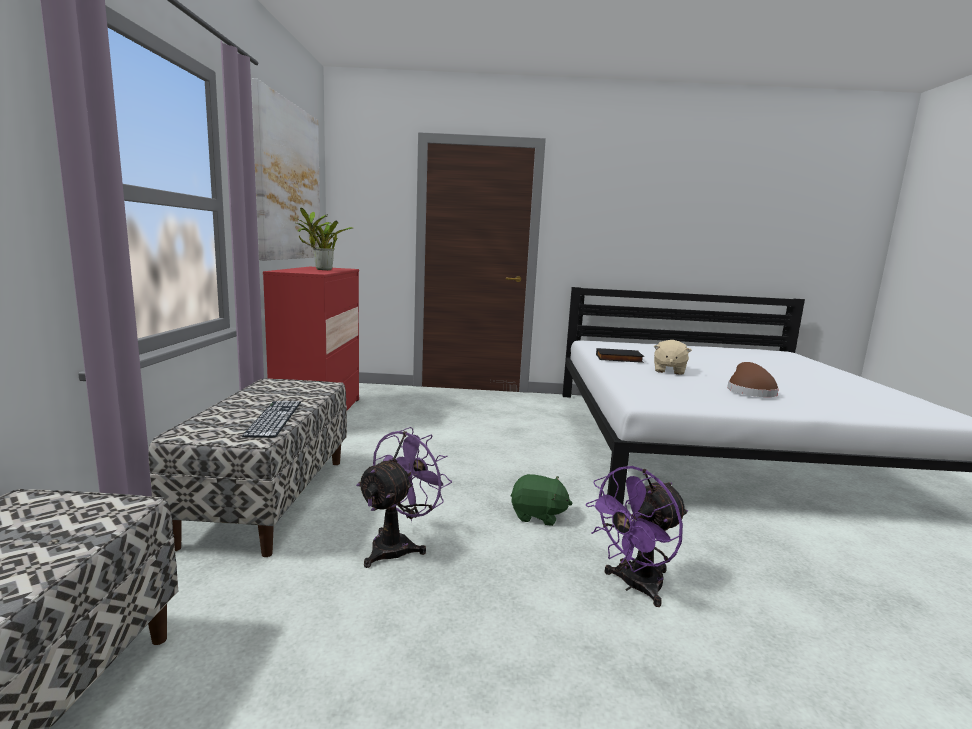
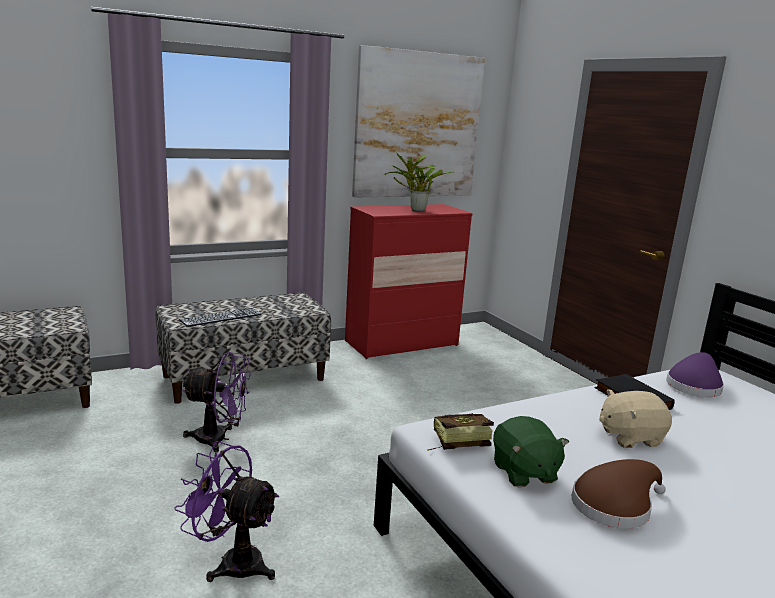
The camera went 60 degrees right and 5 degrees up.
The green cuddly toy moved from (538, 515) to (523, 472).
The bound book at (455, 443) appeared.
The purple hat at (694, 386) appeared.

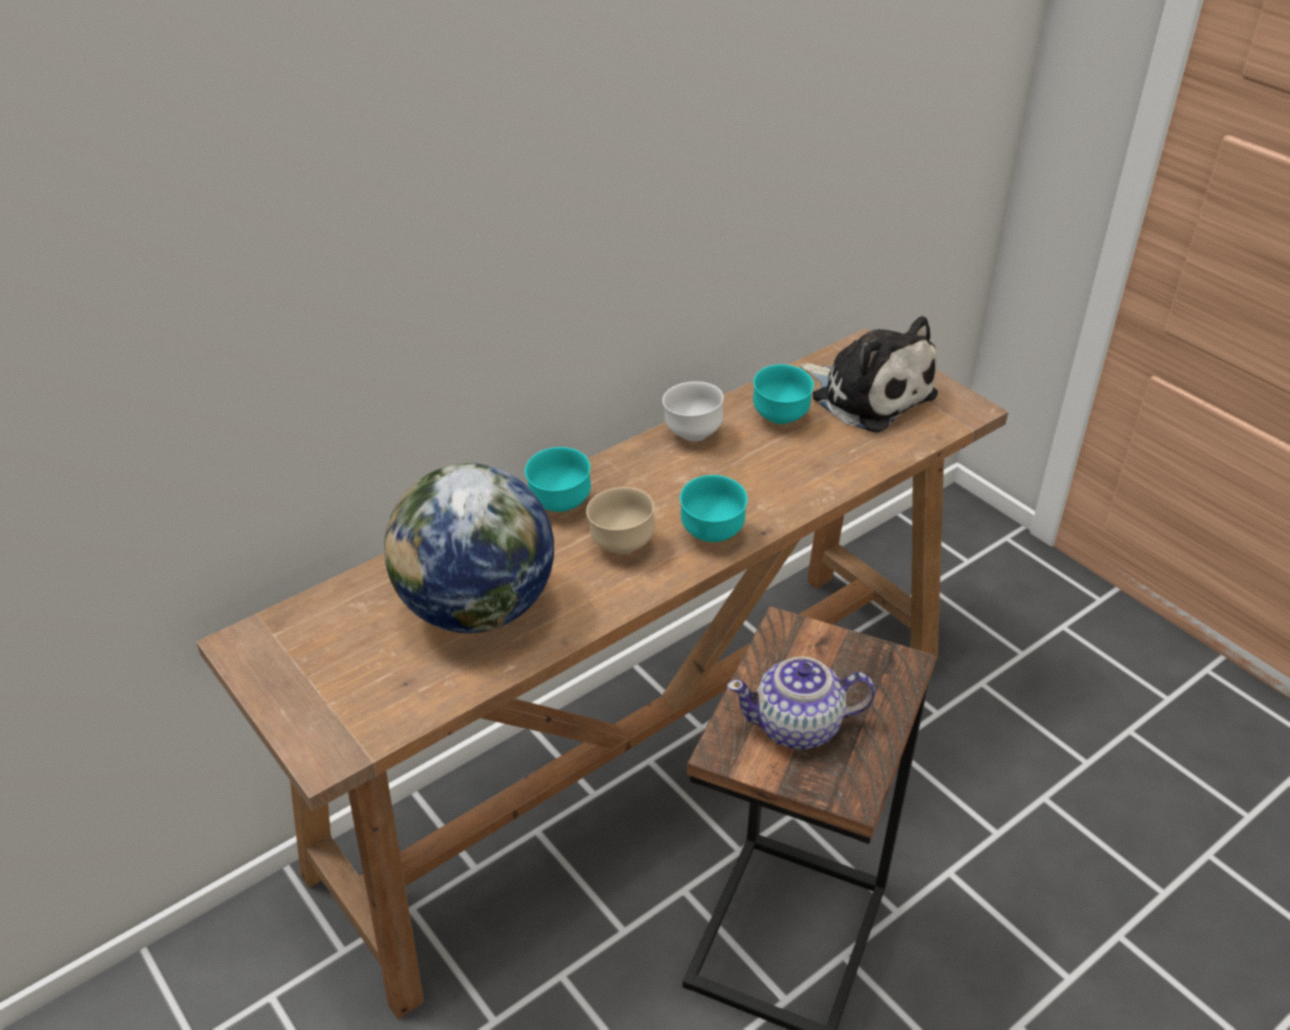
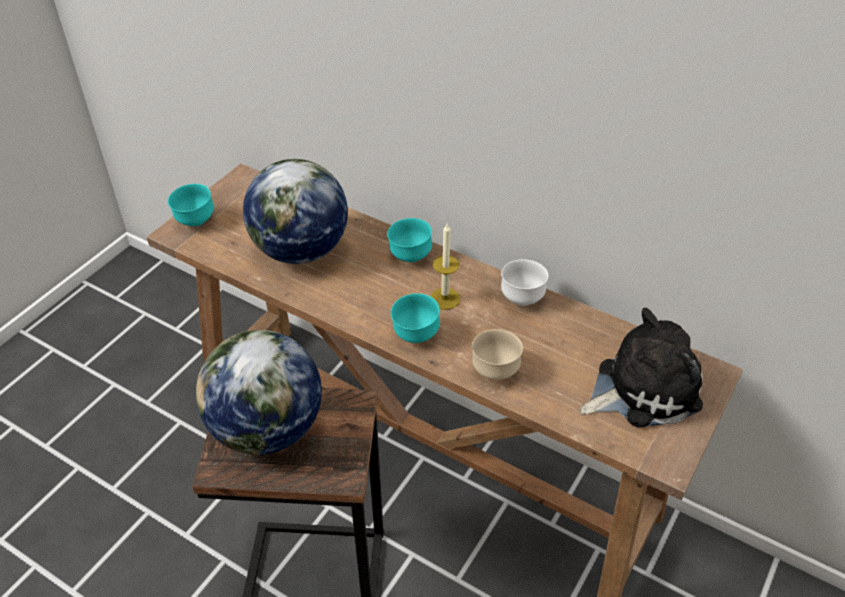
The camera went 70 degrees right and 5 degrees up.
The beige-coloured serving bowl moved from (621, 546) to (495, 371).
The tea pot at (798, 727) was replaced by the world globe at (266, 429).
The turquoise-coloured serving bowl moved from (780, 419) to (195, 222).
The cuddly toy at (868, 394) turned 135 degrees counterclockwise.
The wax candle at (445, 298) appeared.

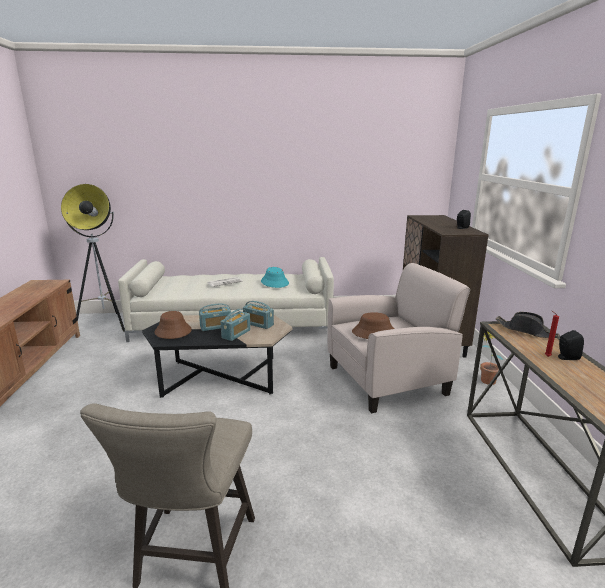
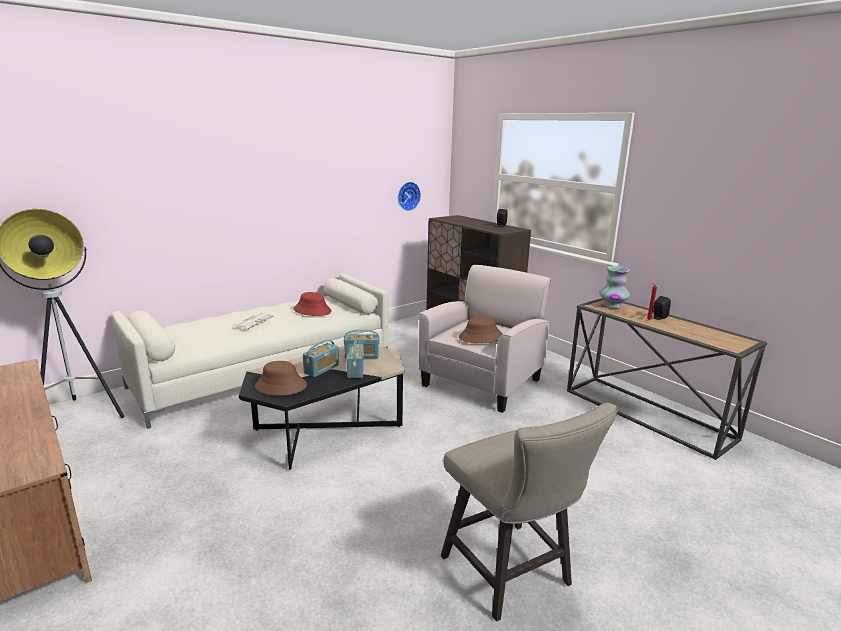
The camera went 35 degrees left and 0 degrees up.
The turquoise-coloured hat at (275, 282) became the reddish hat at (312, 310).
The houseplant at (485, 382) disappeared.
The black hat at (525, 331) was replaced by the flower vase at (612, 305).
The hanging clock at (407, 196) appeared.

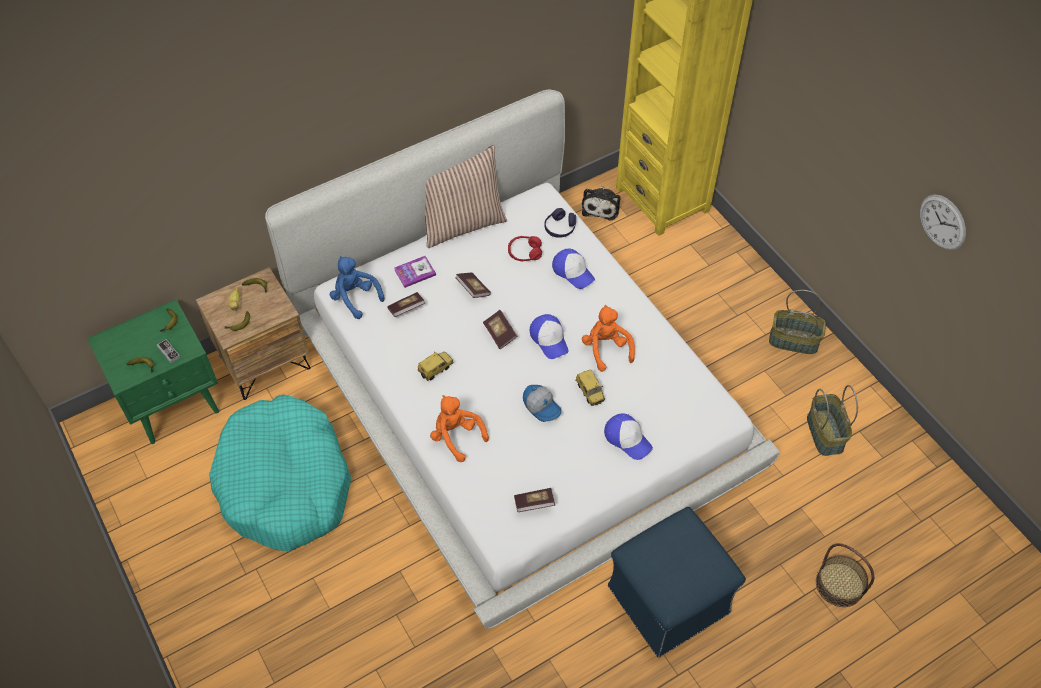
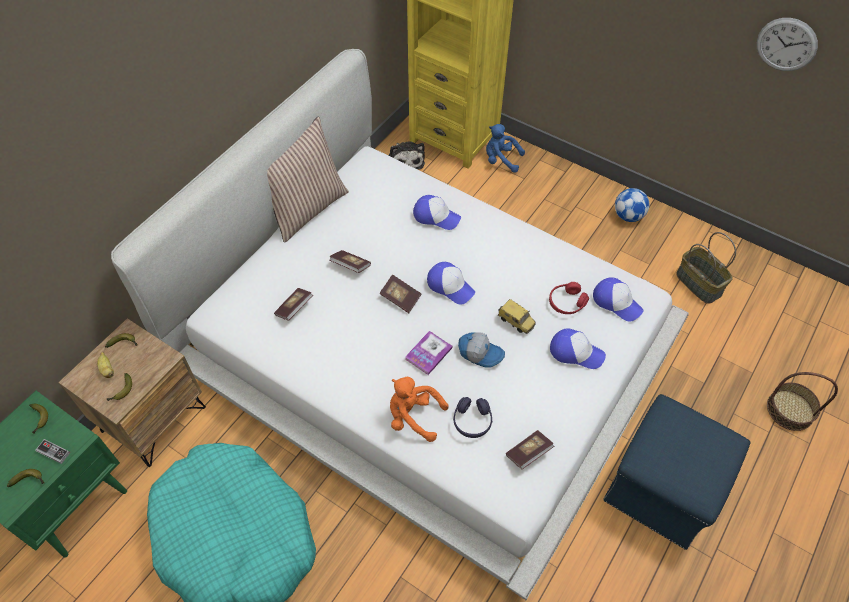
The camera went 25 degrees left and 0 degrees up.
The blue cuddly toy moved from (355, 298) to (501, 160).
The bound book moved from (415, 272) to (428, 353).
The model car at (435, 369) disappeared.
The reddish headphones moved from (524, 252) to (566, 302).
The purple headphones moved from (560, 228) to (472, 421).
The orange-coloured cuddly toy at (606, 349) disappeared.
The storage basket at (794, 340) was replaced by the football at (628, 216).
The baseball cap at (616, 302) appeared.

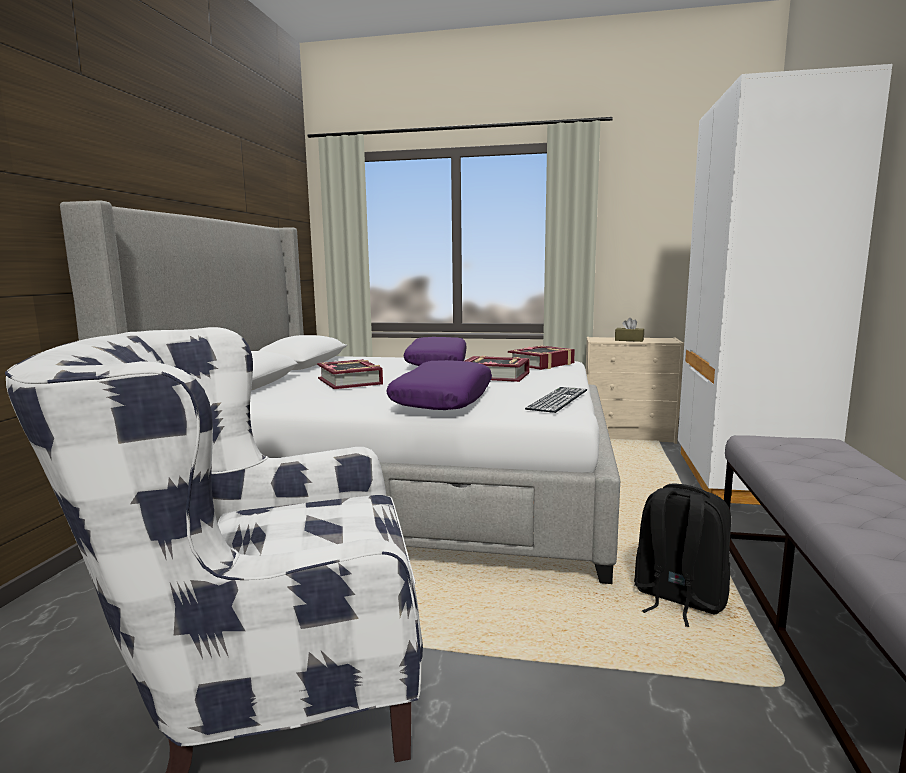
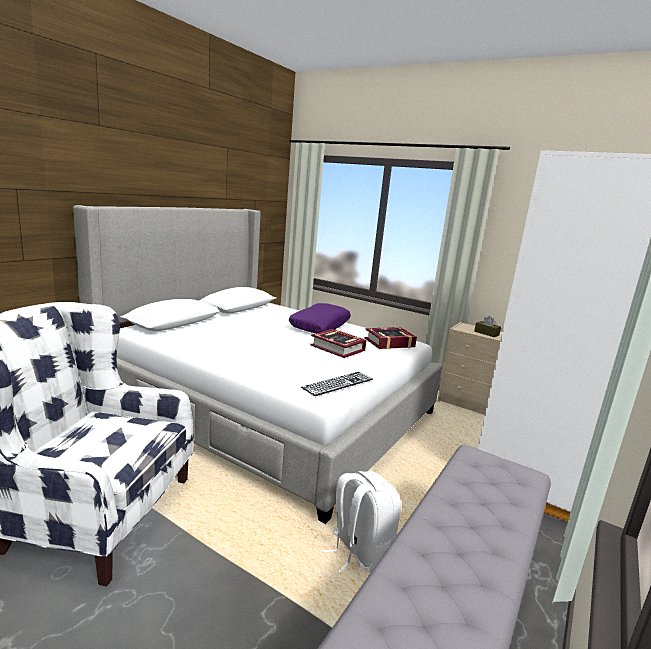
The camera went 20 degrees right and 5 degrees up.
The bound book at (350, 381) disappeared.
The purple throw pillow at (442, 400) disappeared.
The black backpack at (678, 599) became the white-coloured backpack at (358, 551).

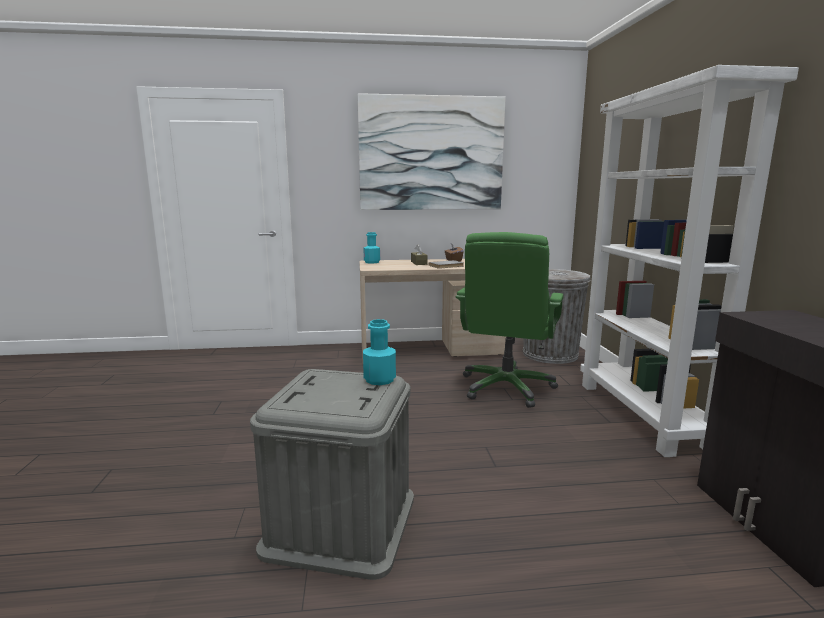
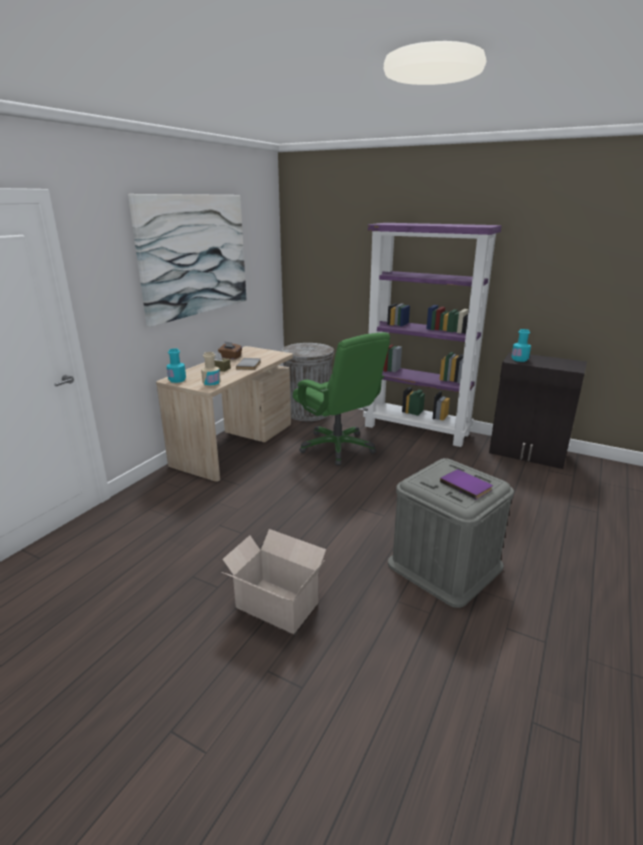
The camera went 55 degrees left and 10 degrees up.
The turquoise-coloured bottle moved from (379, 379) to (519, 359).
The white-coloured shelving unit at (643, 415) became the purple shelving unit at (417, 430).
The beige-coloured bottle at (211, 384) appeared.
The carton at (275, 604) appeared.
The purple bound book at (466, 485) appeared.

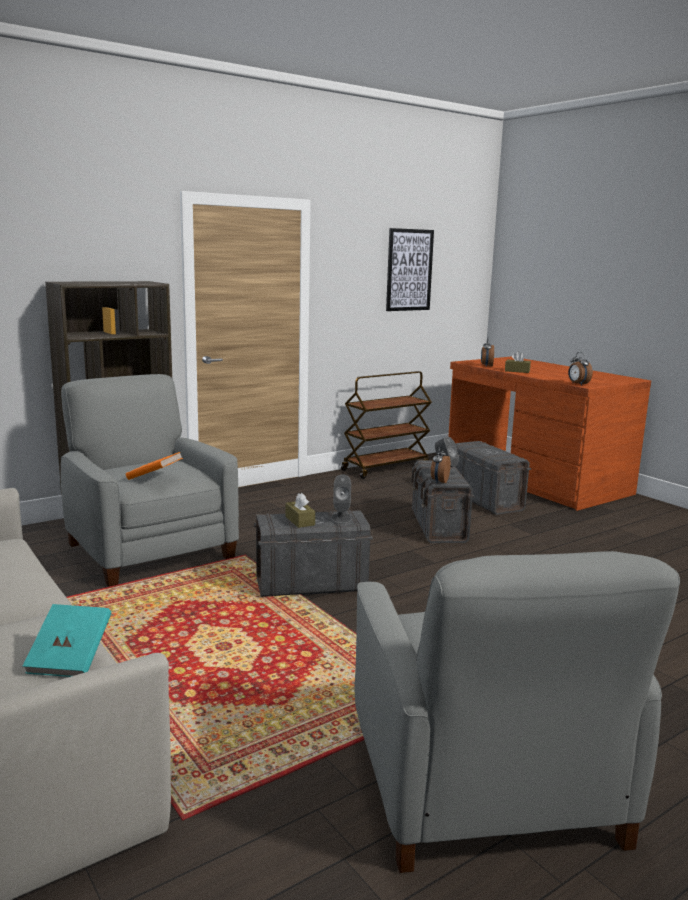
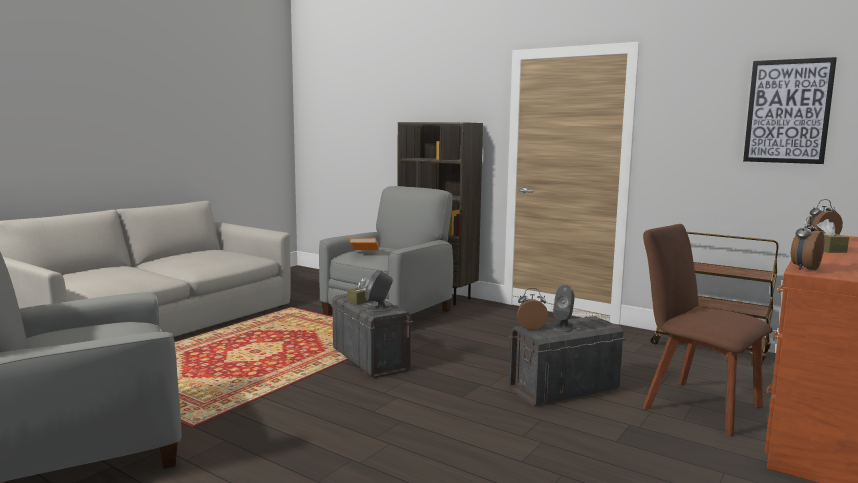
The camera went 70 degrees right and 5 degrees down.
The turquoise-coloured bound book at (70, 658) disappeared.
The greyish storage box at (485, 500) was replaced by the brown-coloured plain chair at (696, 405).

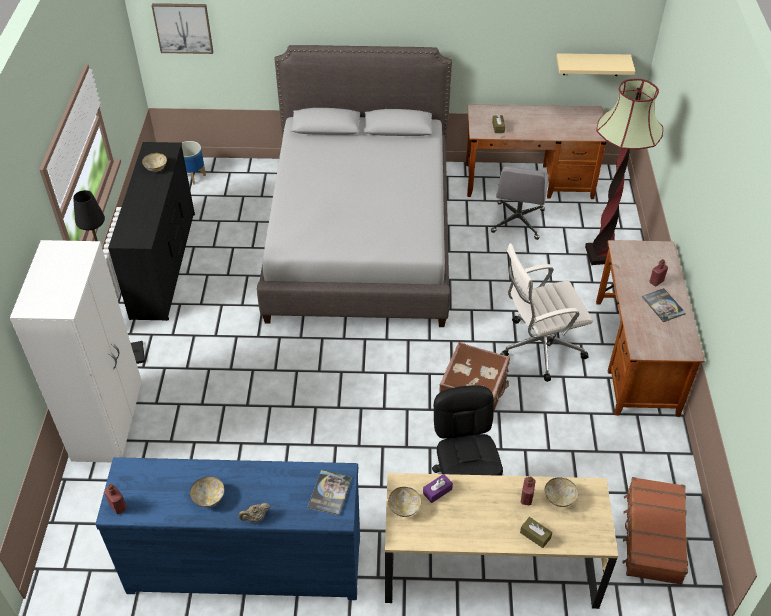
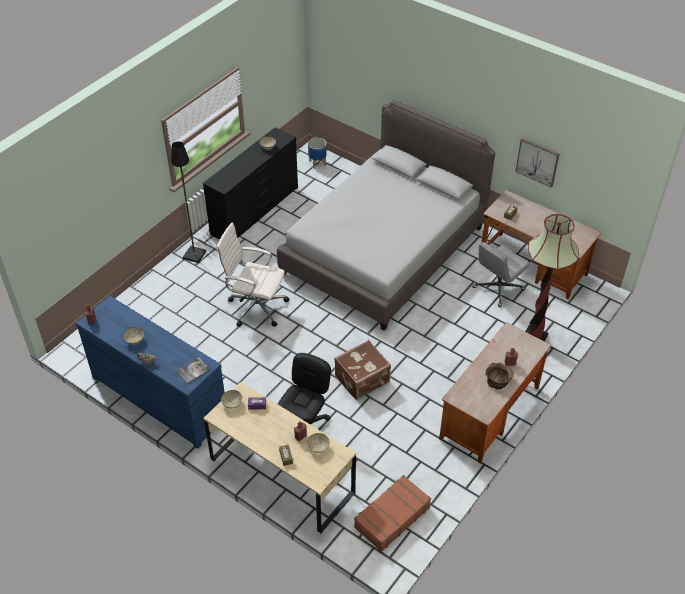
The camera went 35 degrees right and 0 degrees up.
The white-coloured clothes cupboard at (109, 422) disappeared.
The wall picture moved from (183, 28) to (537, 162).
The white-coloured office chair moved from (539, 347) to (255, 306).
The beige-coloured wall shelf at (591, 64) disappeared.
The bound book at (663, 305) was replaced by the brown-coloured serving bowl at (498, 379).

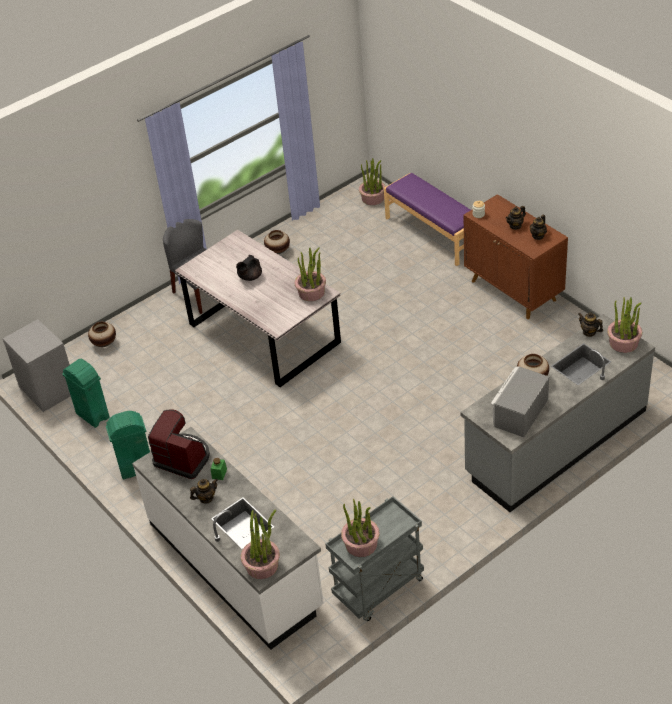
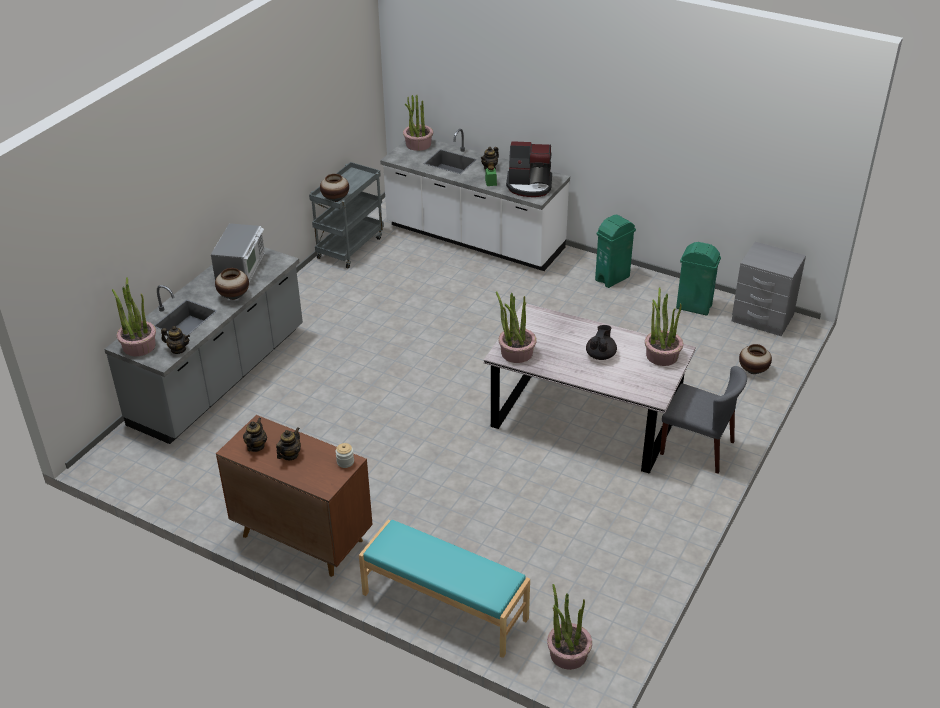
The camera went 155 degrees right and 5 degrees down.
The flower vase moved from (278, 251) to (335, 199).
The houseplant moved from (361, 544) to (662, 355).
The purple long seat at (433, 233) became the turquoise-coloured long seat at (444, 607).

